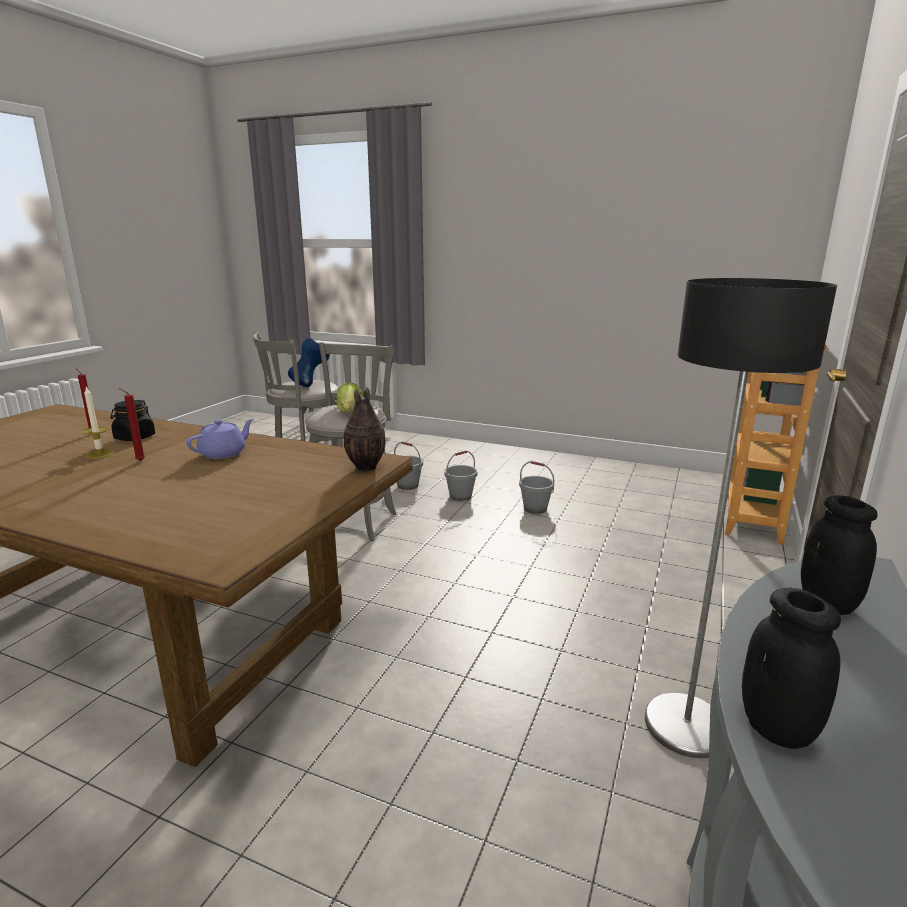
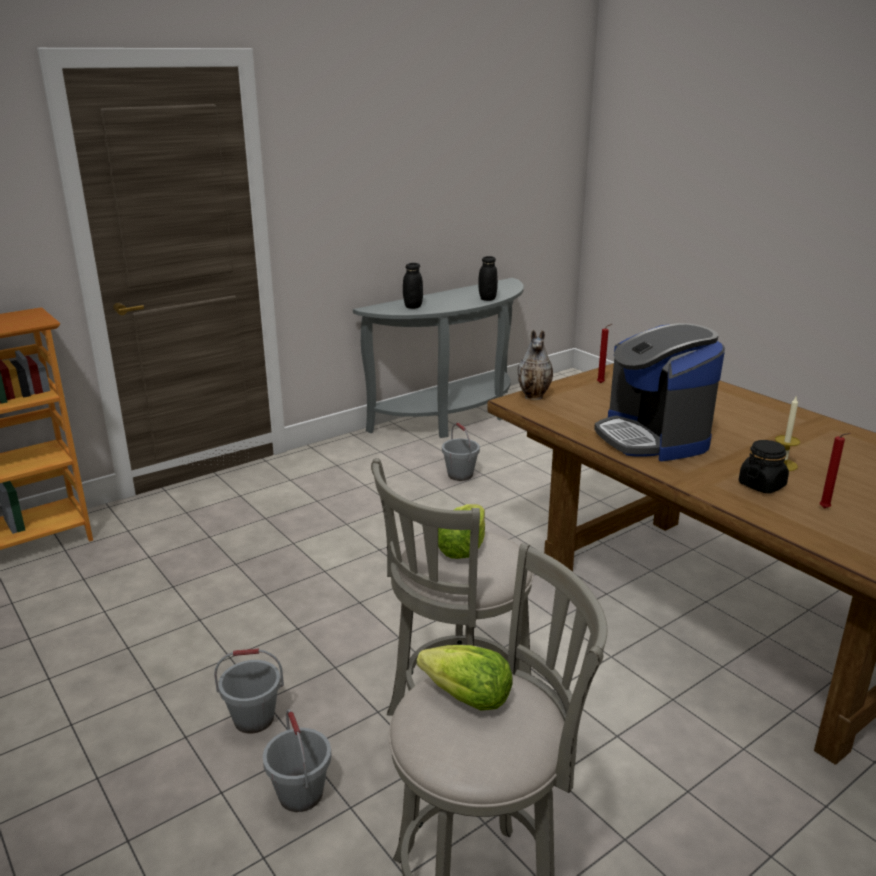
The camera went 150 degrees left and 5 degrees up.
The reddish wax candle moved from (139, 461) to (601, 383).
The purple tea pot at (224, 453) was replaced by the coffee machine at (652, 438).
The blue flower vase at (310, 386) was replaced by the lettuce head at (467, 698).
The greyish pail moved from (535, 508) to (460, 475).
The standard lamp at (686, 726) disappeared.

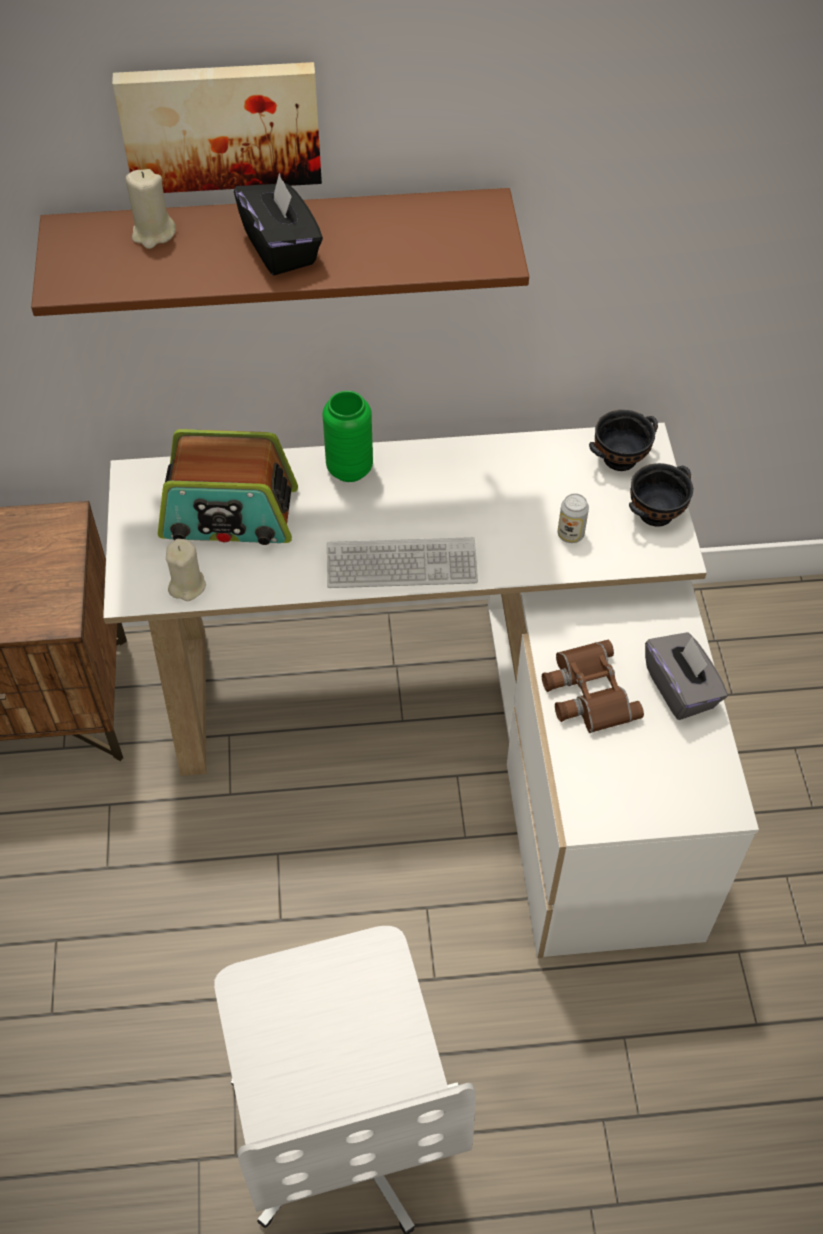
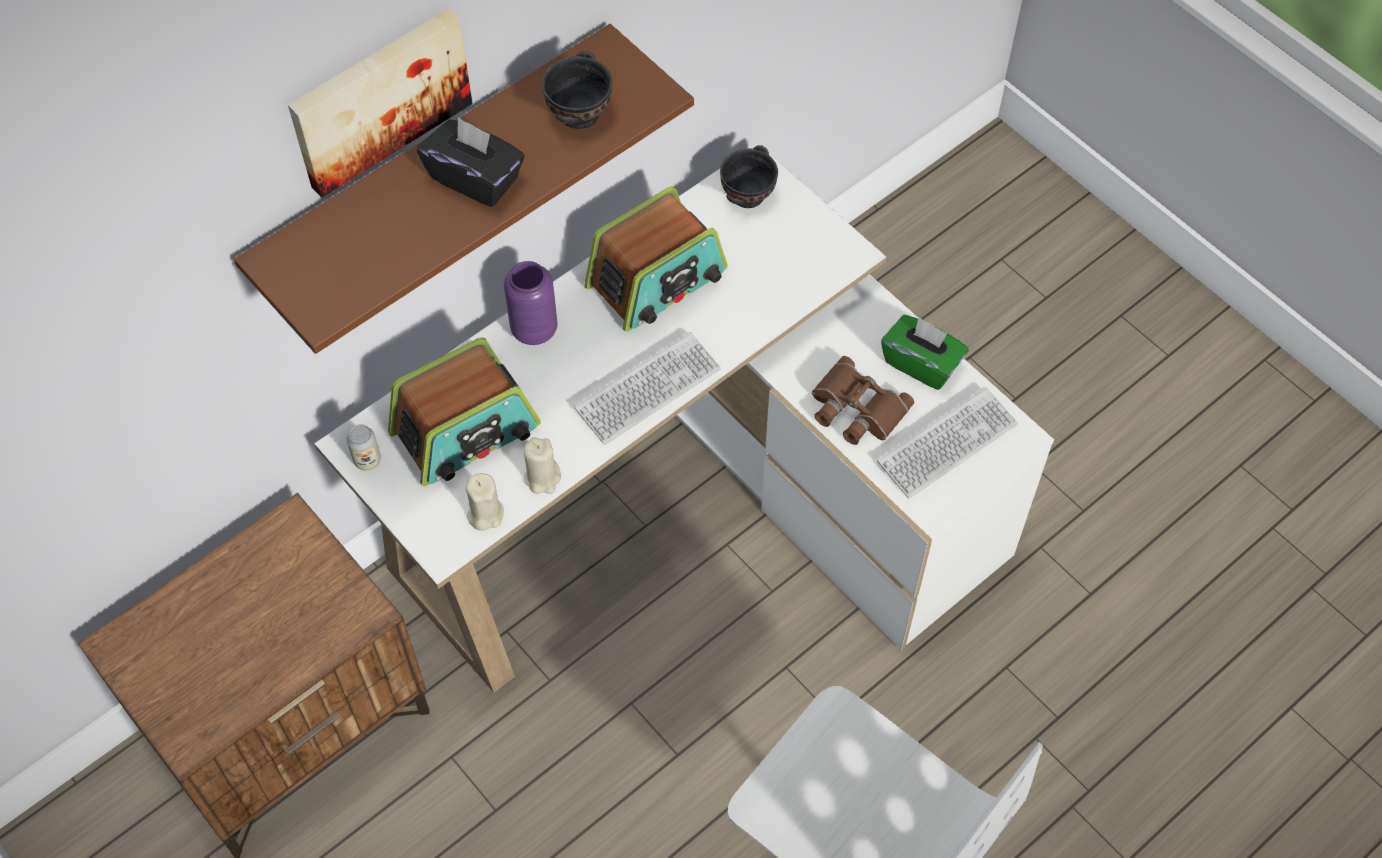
The camera went 35 degrees left and 5 degrees up.
The beige-coloured wax candle moved from (153, 234) to (543, 478).
The green flower vase at (349, 469) became the purple flower vase at (534, 330).
The metal can moved from (570, 534) to (367, 460).
The black serving bowl moved from (654, 513) to (578, 115).
The greyish box of tissues at (680, 689) became the green box of tissues at (921, 363).
The radio set at (657, 279) appeared.
The computer keyboard at (947, 444) appeared.

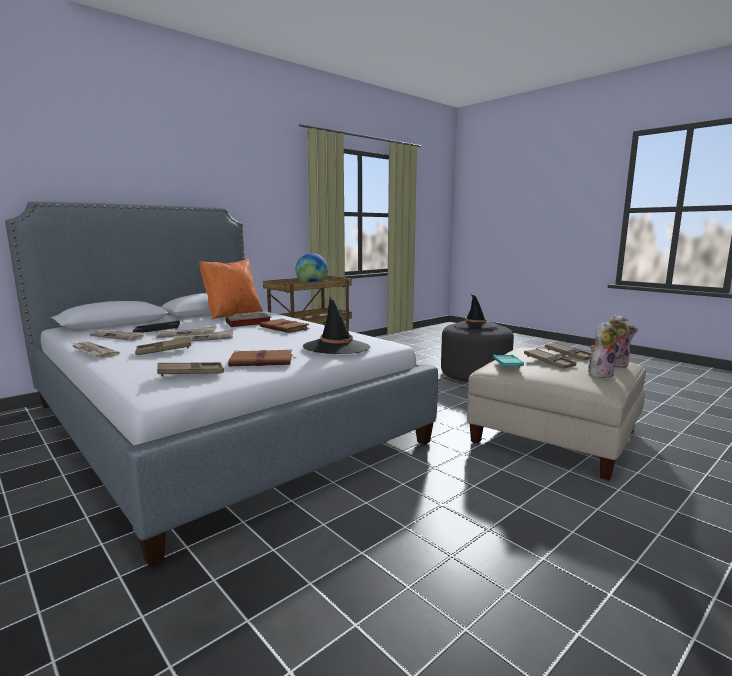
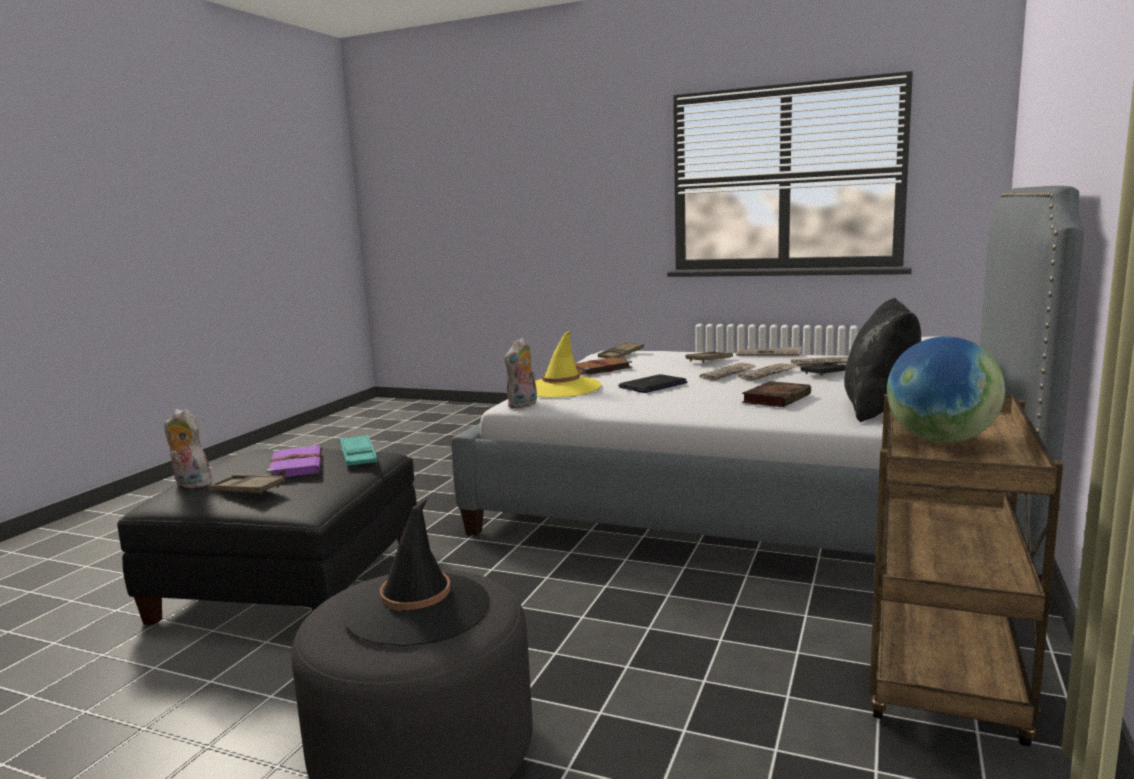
The camera went 155 degrees right and 0 degrees up.
The orange-coloured throw pillow at (232, 314) became the black throw pillow at (879, 409).
The brown-coloured bound book at (285, 328) disappeared.
The black hat at (336, 347) became the yellow hat at (561, 388).
The beige-coloured pouffe at (554, 436) became the black pouffe at (290, 582).
The brown-coloured tray at (549, 362) was replaced by the purple bound book at (296, 465).
The cuddly toy moved from (599, 374) to (523, 405).
The portable computer at (653, 385) appeared.

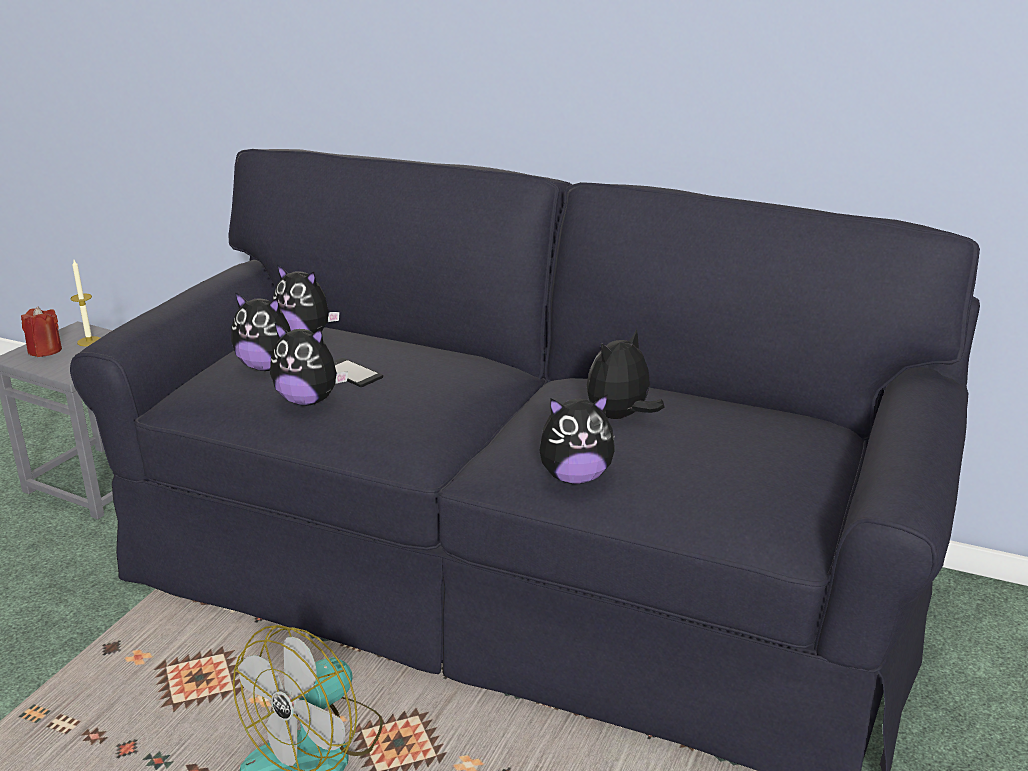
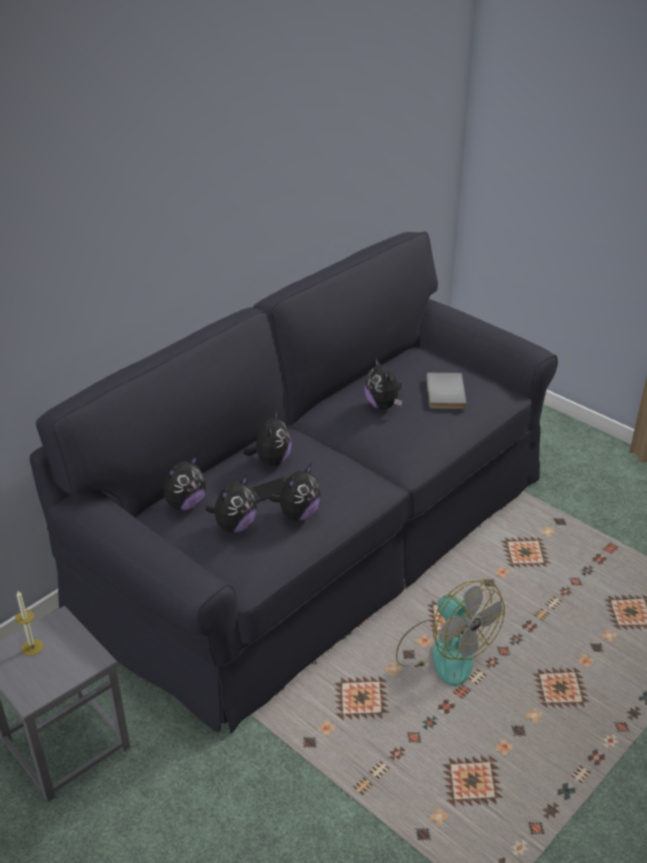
The camera went 70 degrees left and 10 degrees up.
The reddish wax candle at (45, 350) disappeared.
The cuddly toy moved from (575, 477) to (271, 461).
The greyish bound book at (443, 393) appeared.

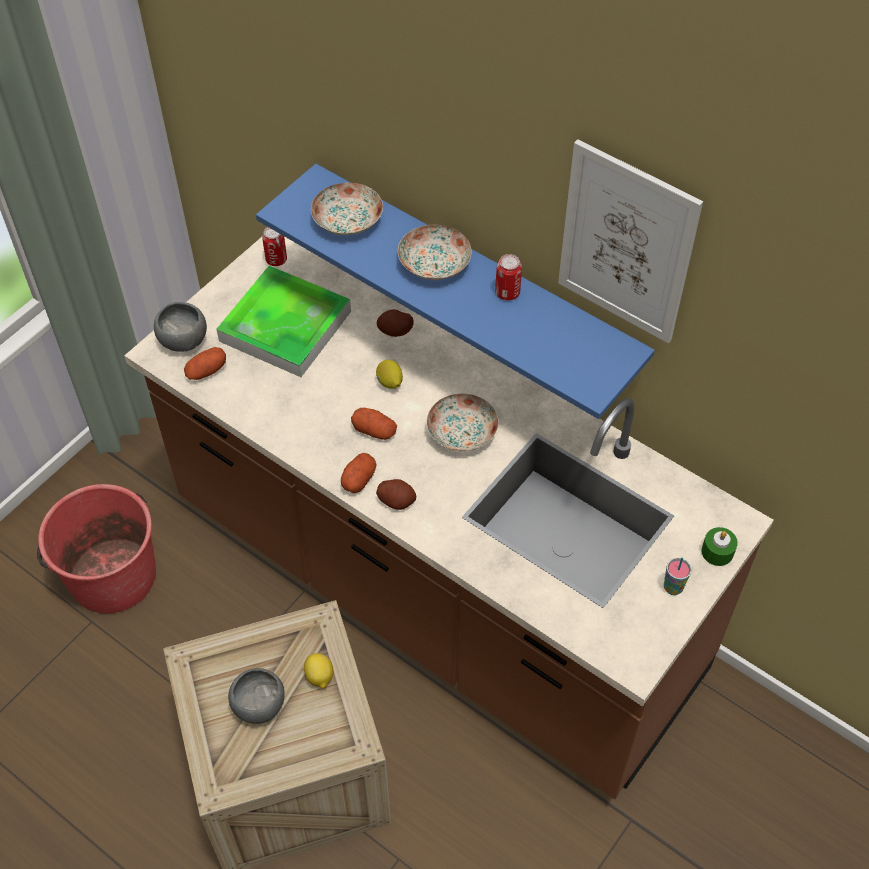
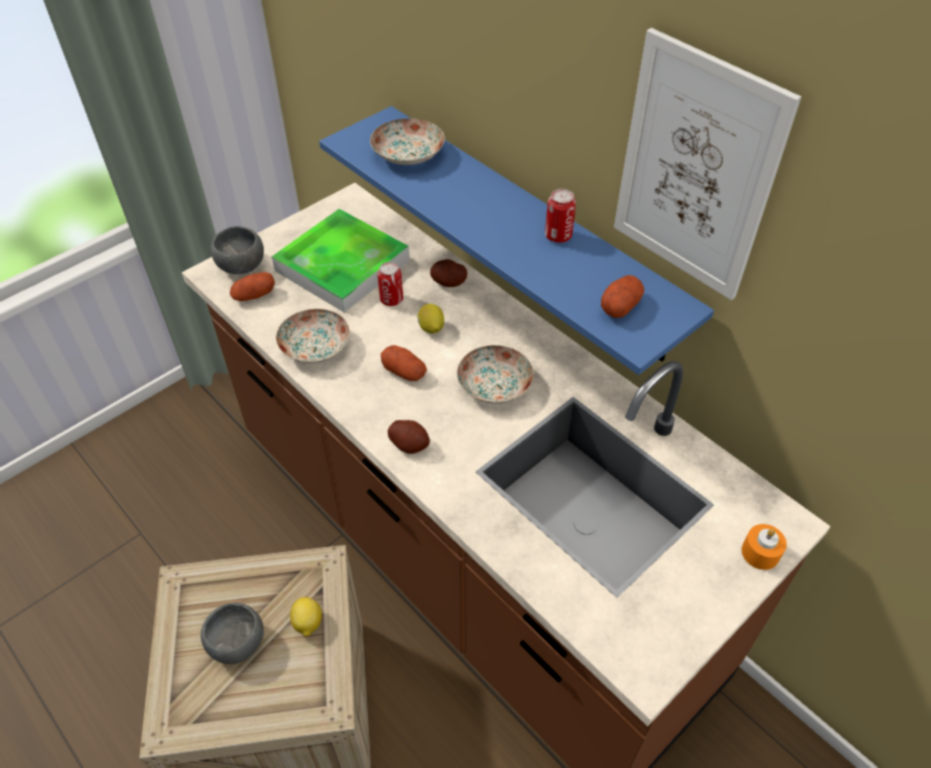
The camera went 10 degrees right and 5 degrees down.
The reddish pail at (112, 575) disappeared.
The metal can moved from (276, 260) to (391, 299).
The whole potato moved from (358, 479) to (620, 306).
The plate moved from (435, 263) to (316, 347).
The cup at (673, 588) disappeared.
The green wax candle at (717, 552) became the orange-coloured wax candle at (760, 553).

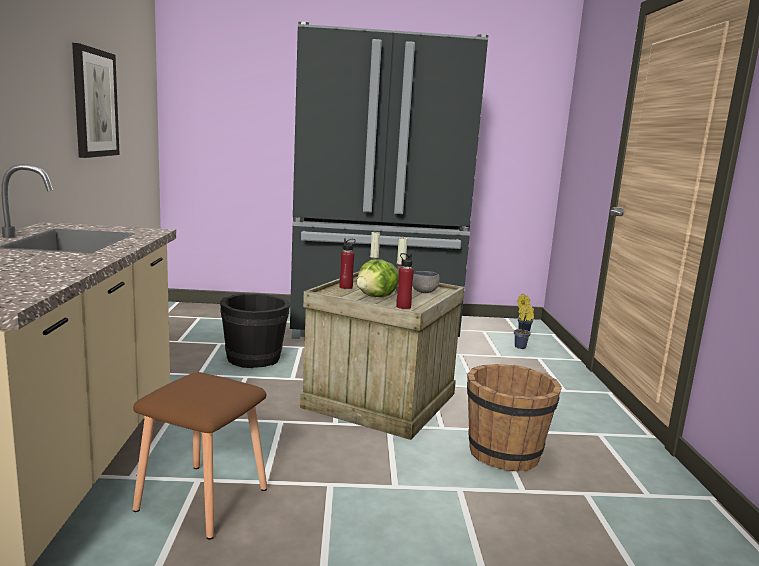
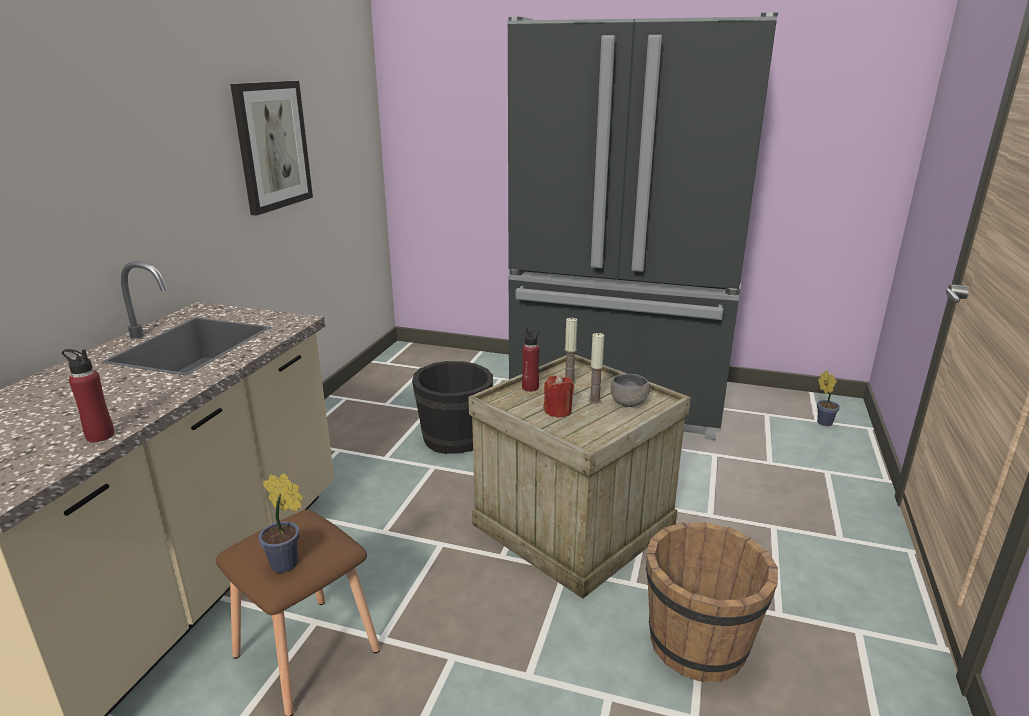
The camera went 20 degrees right and 10 degrees up.
The lettuce head at (377, 297) was replaced by the reddish wax candle at (558, 411).
The reddish bottle moved from (403, 307) to (100, 436).
The houseplant moved from (521, 347) to (287, 564).

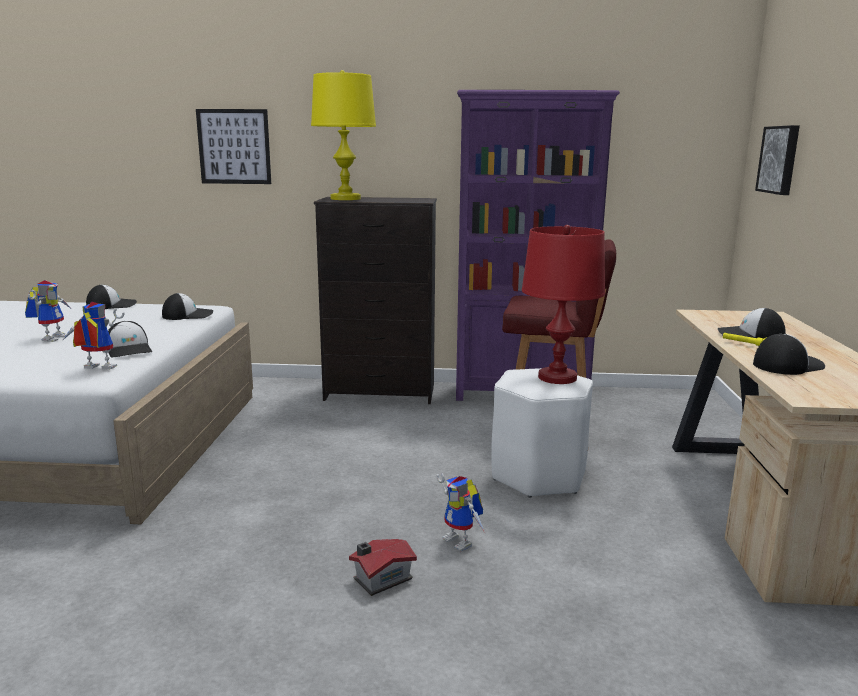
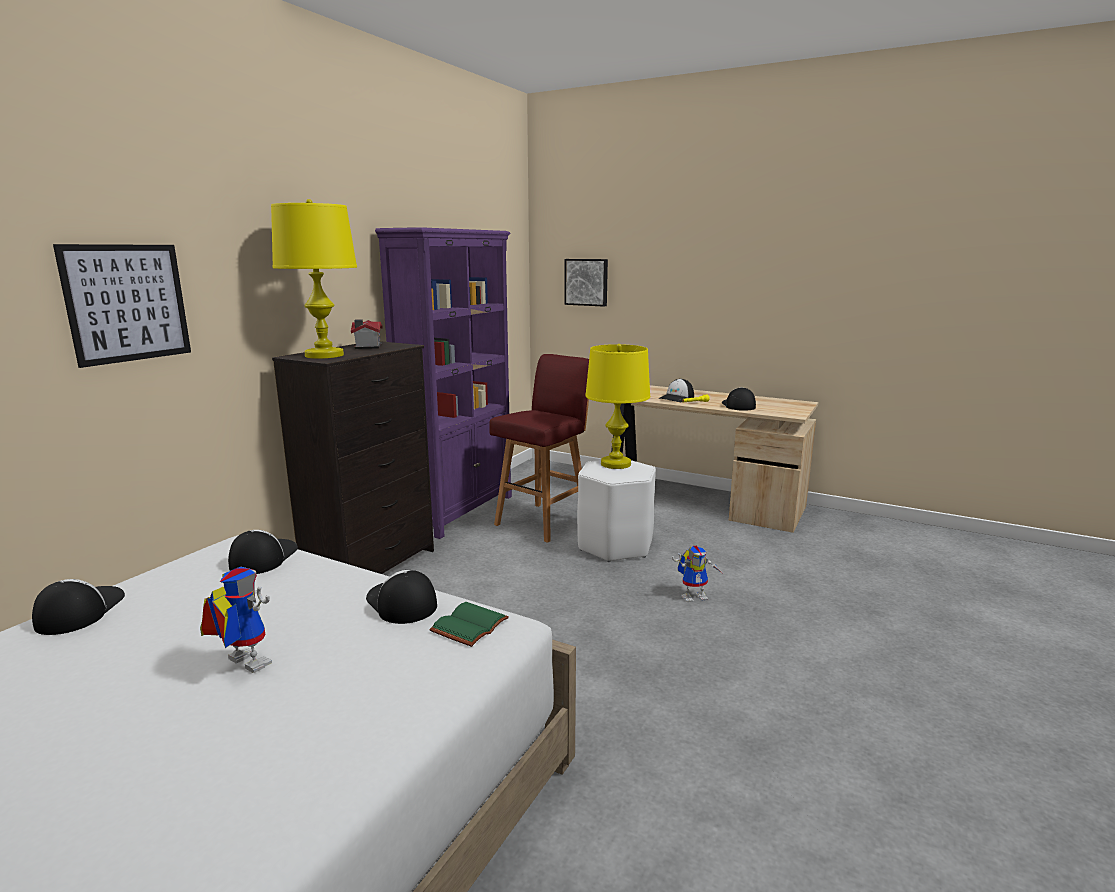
The camera went 65 degrees left and 0 degrees up.
The toy robot at (95, 369) was replaced by the green bound book at (470, 627).
The baseball cap at (129, 350) turned 120 degrees counterclockwise.
The toy house moved from (381, 579) to (367, 346).
The reddish table lamp at (557, 377) became the yellow table lamp at (615, 464).

